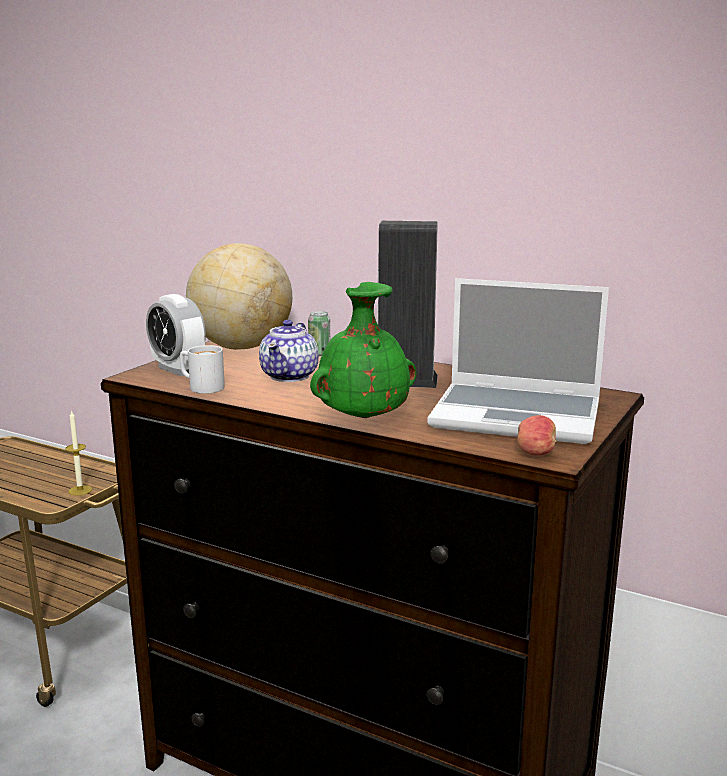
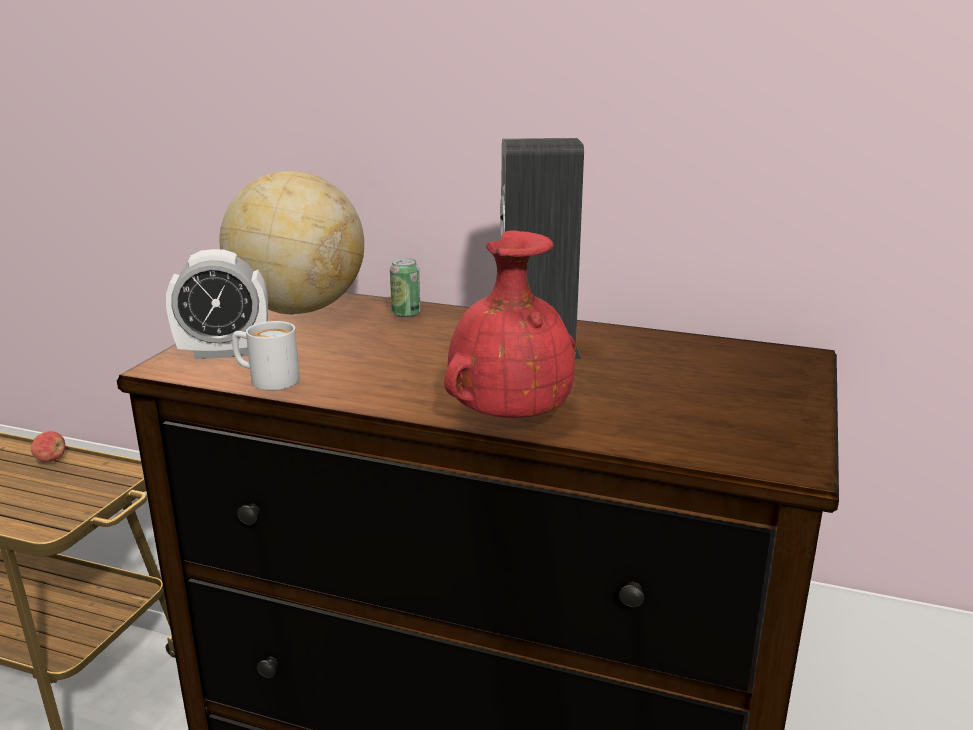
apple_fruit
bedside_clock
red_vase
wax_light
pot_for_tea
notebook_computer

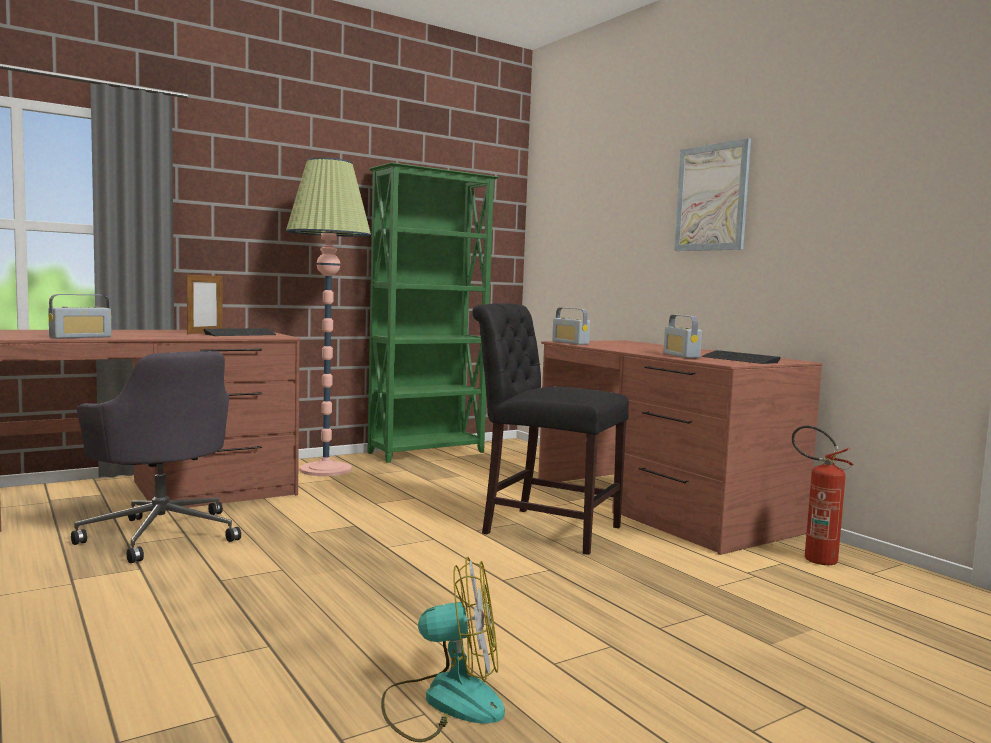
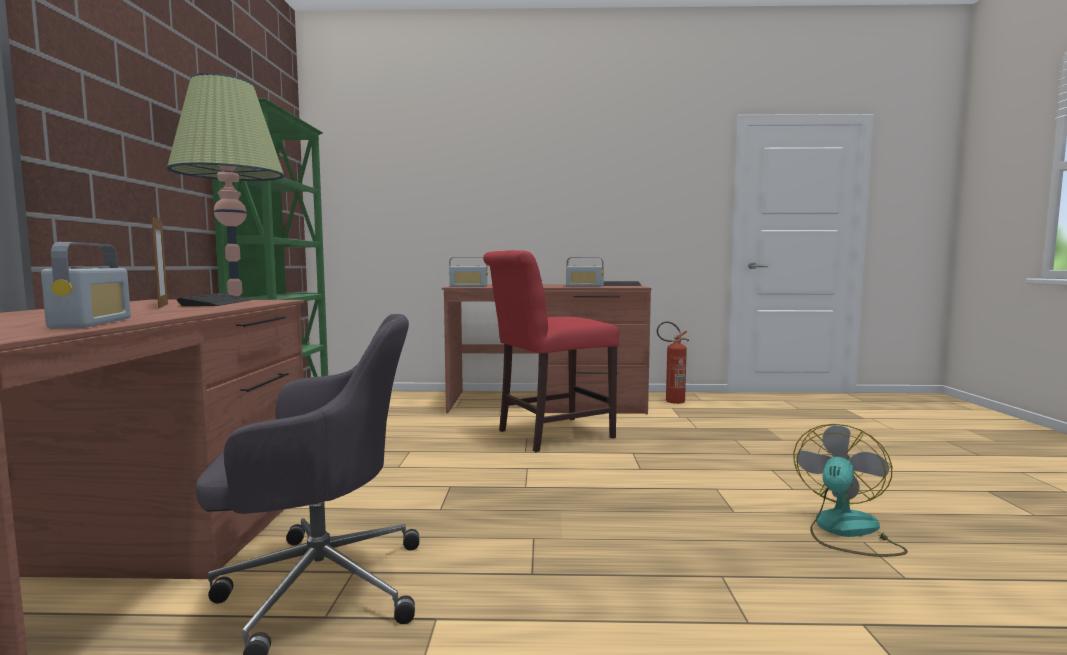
red_chair
wall_art

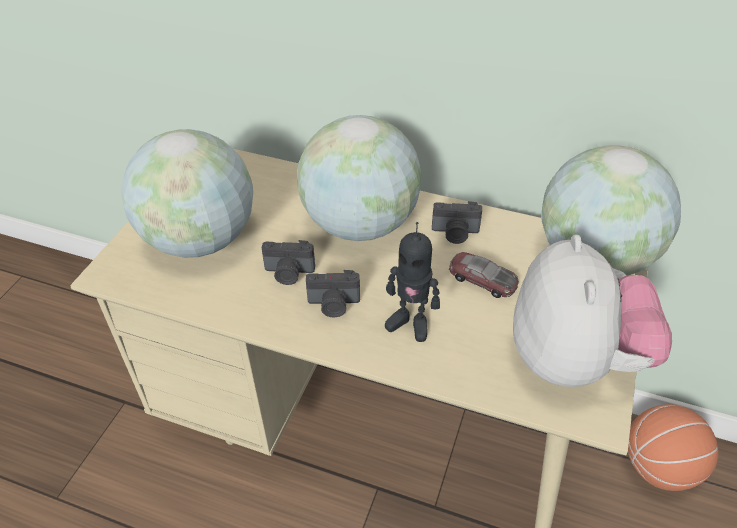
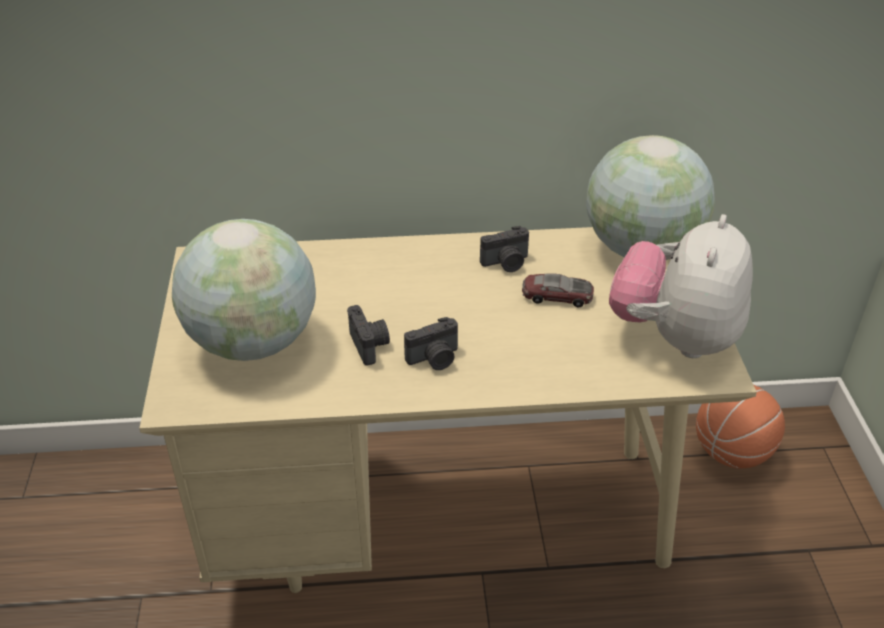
still_camera (no. 1 from left)
cuddly_toy
desk_globe (no. 2 from left in the first image)
toy_robot

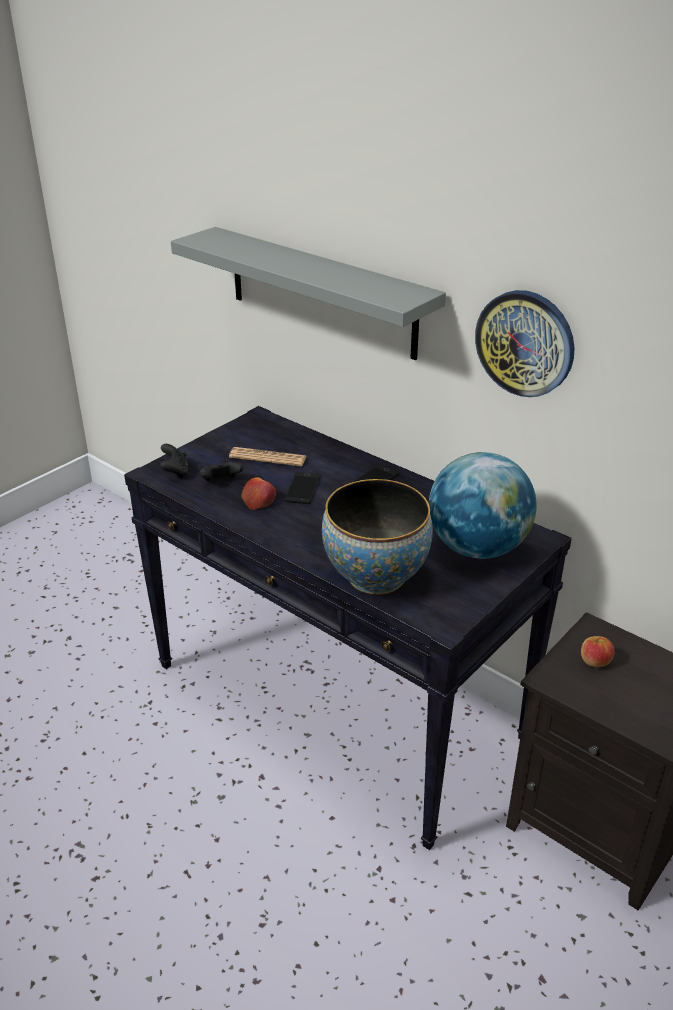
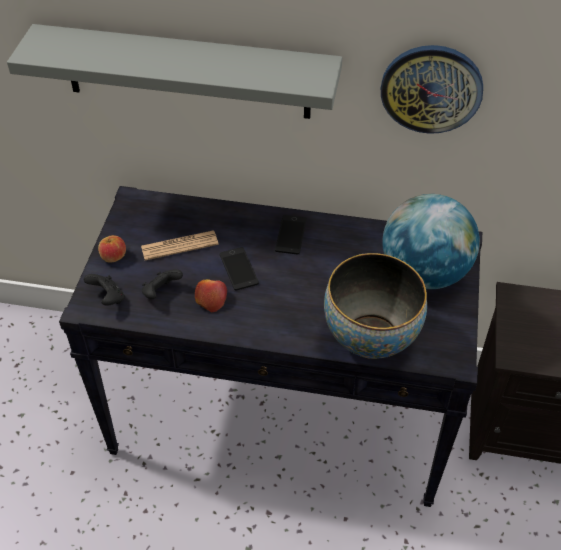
apple_fruit (no. 1 from left)

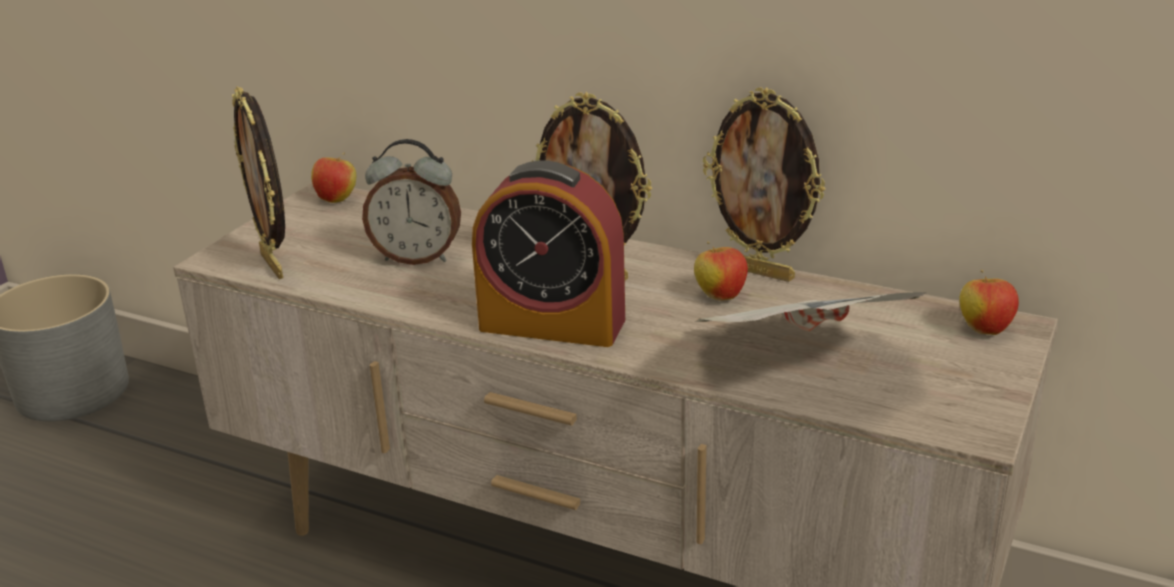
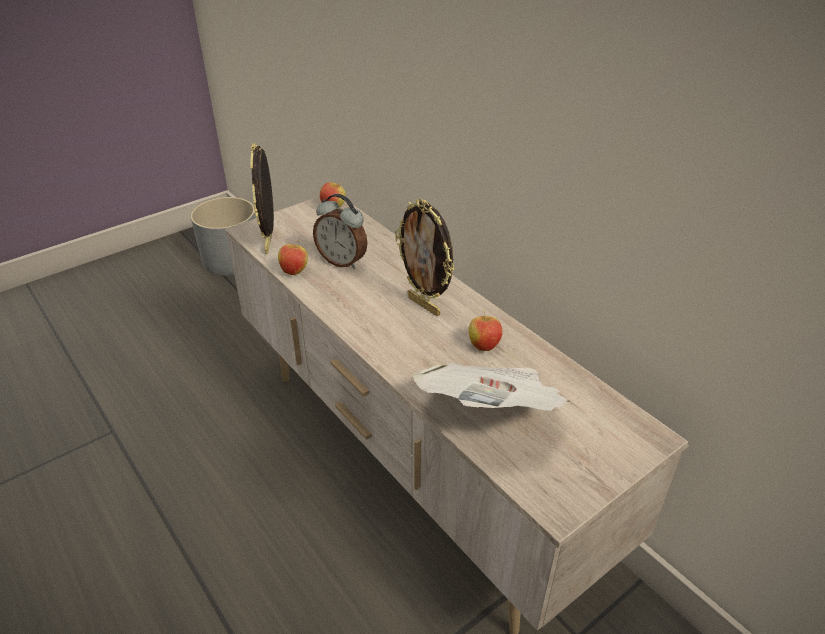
apple_fruit (no. 1 from left)
bedside_clock (no. 2 from left in the first image)
standing_frame (no. 3 from left in the first image)

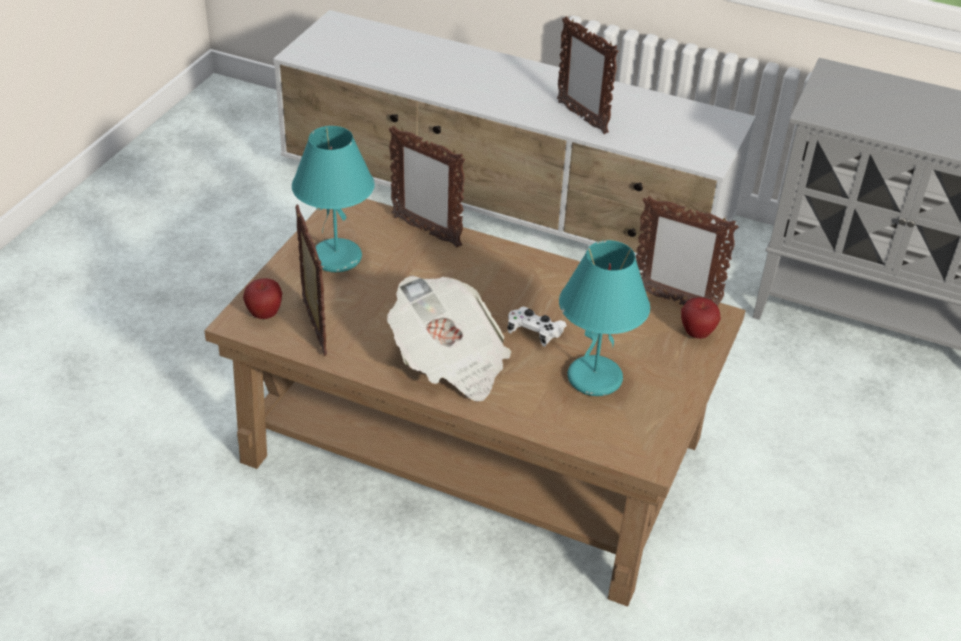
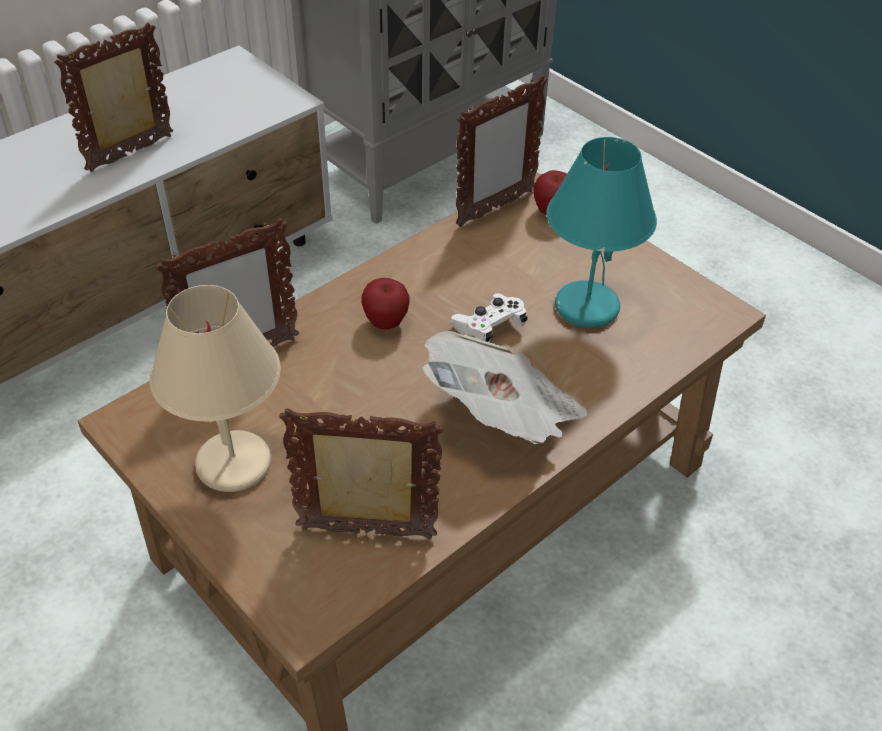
standing_frame (no. 1 from left)
beige-coloured_lamp_for_a_table
apple_fruit (no. 1 from left)

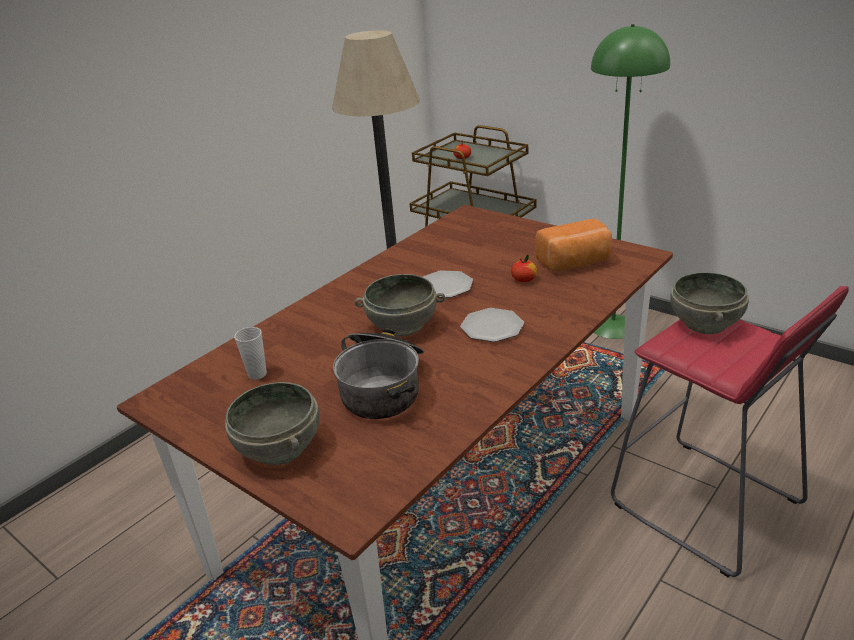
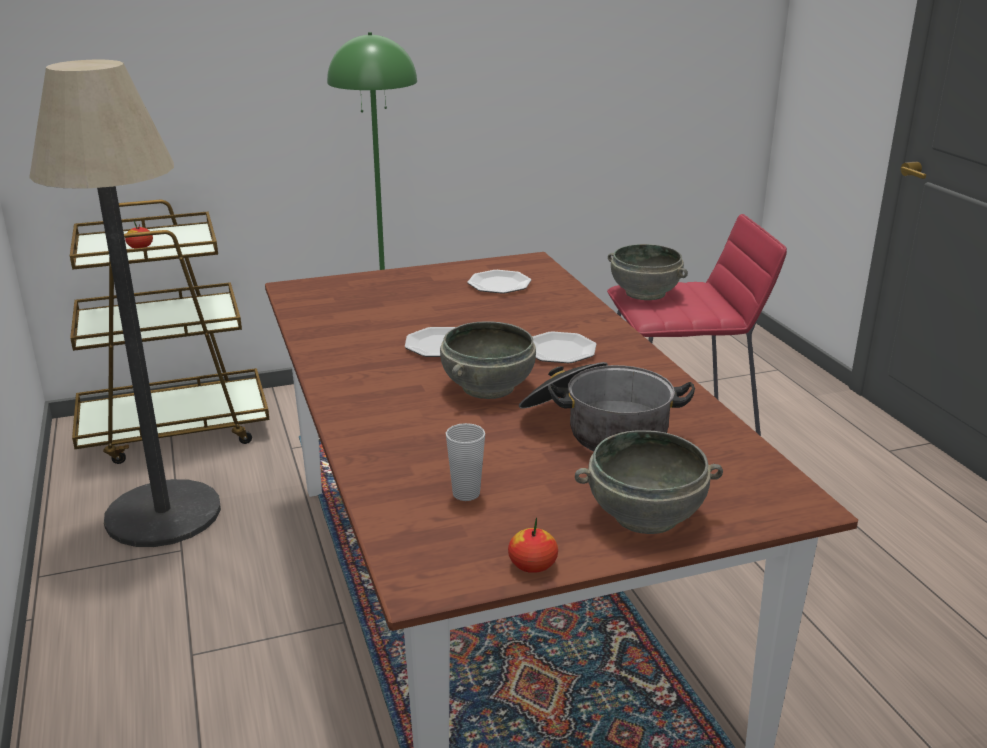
dinner_plate (no. 2 from left)
apple_fruit (no. 2 from left)

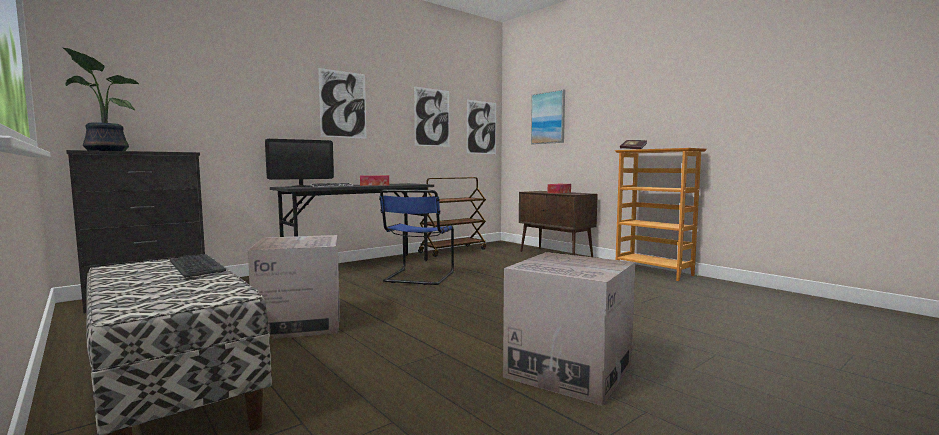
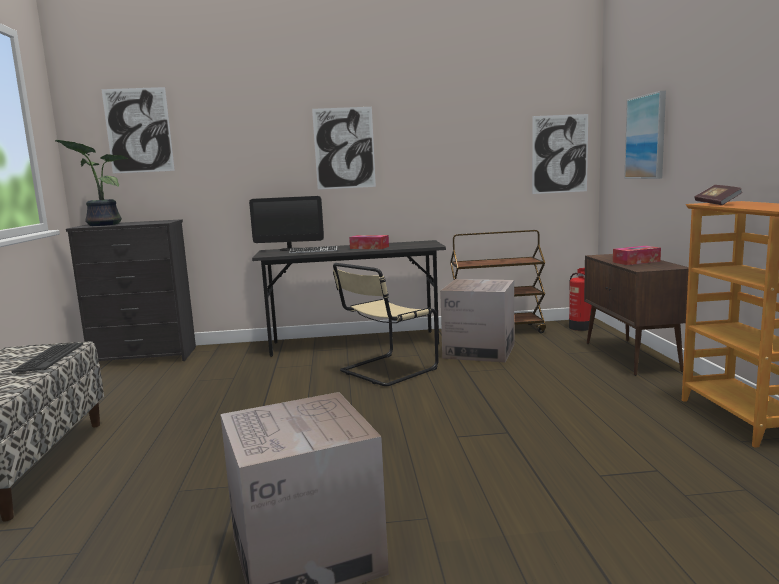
wall_art (no. 1 from left)
beige-coloured_chair
cardboard_box (no. 2 from left)
fire_extinguisher

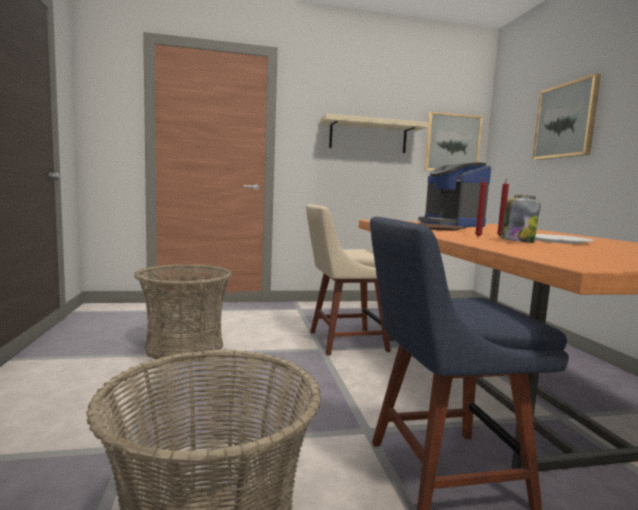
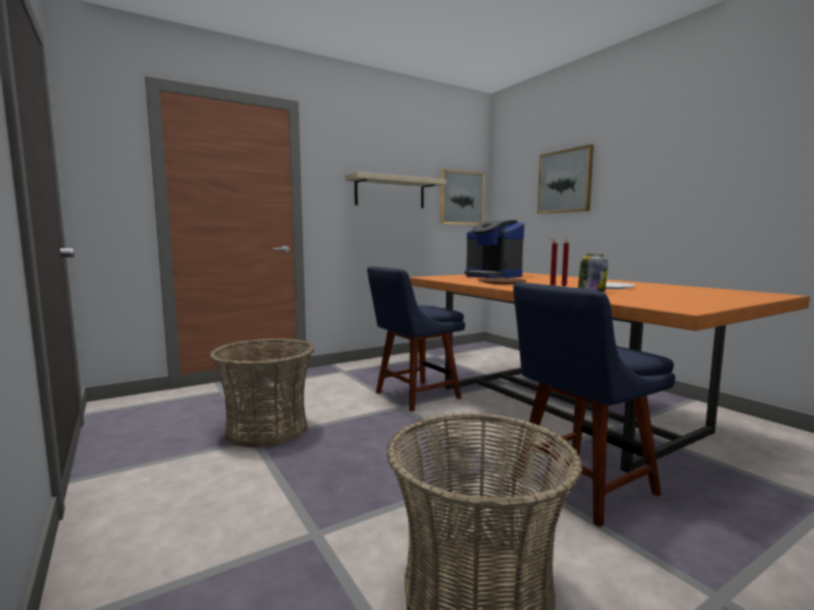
blue_chair (no. 1 from left)

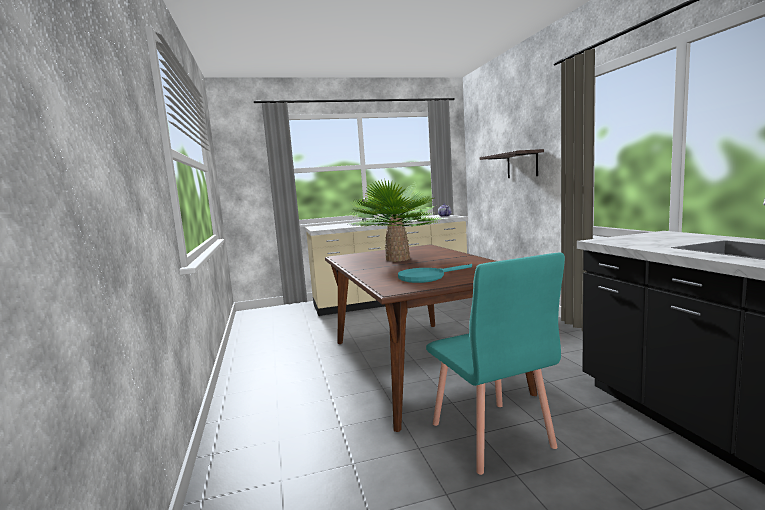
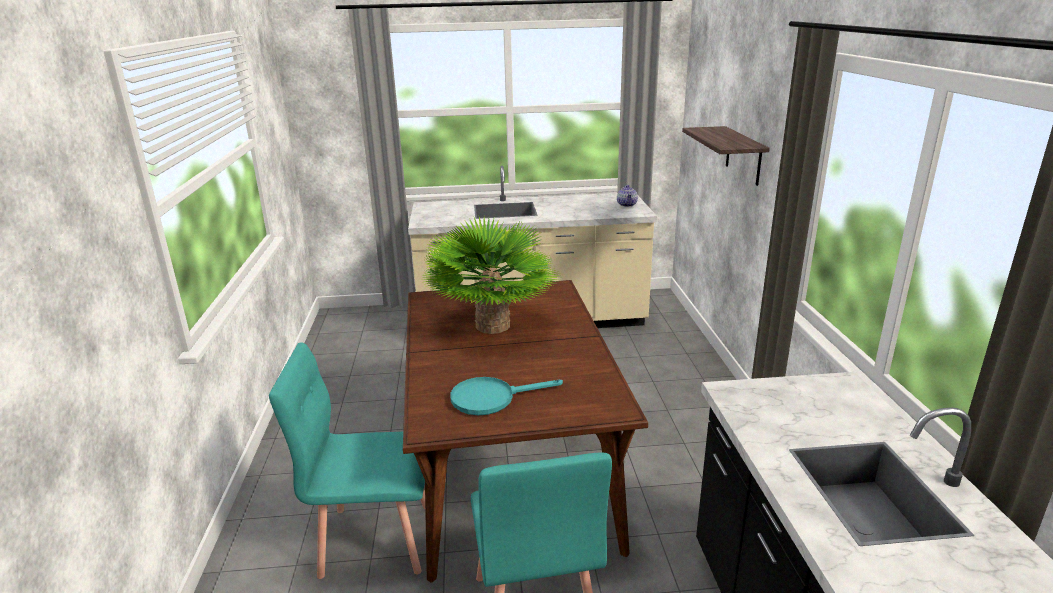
blue-green_chair (no. 1 from left)

